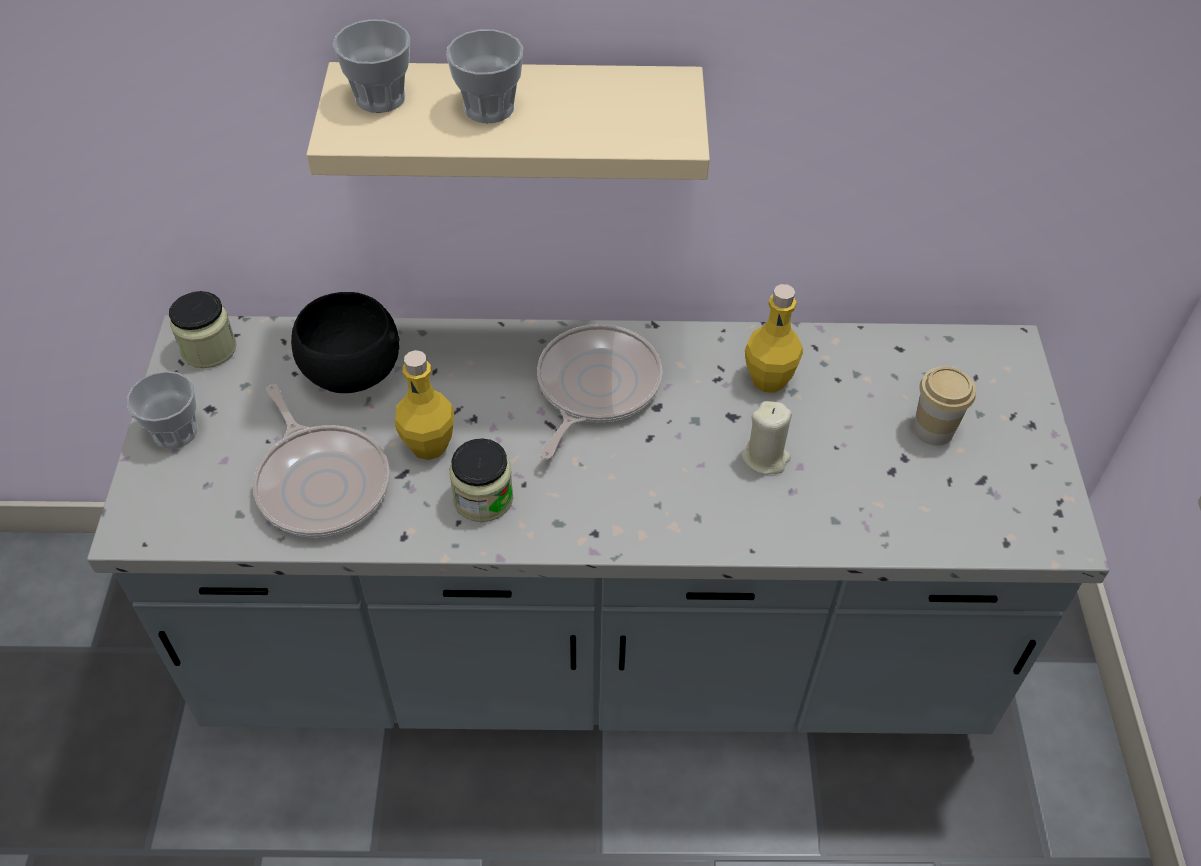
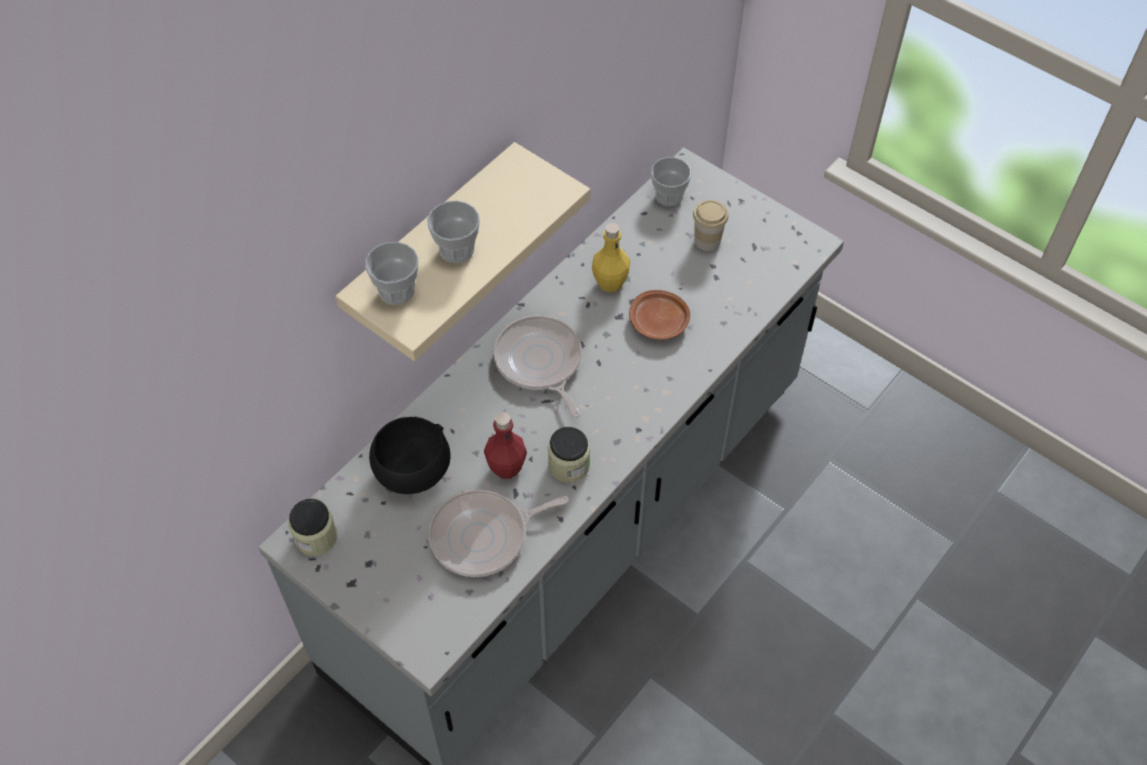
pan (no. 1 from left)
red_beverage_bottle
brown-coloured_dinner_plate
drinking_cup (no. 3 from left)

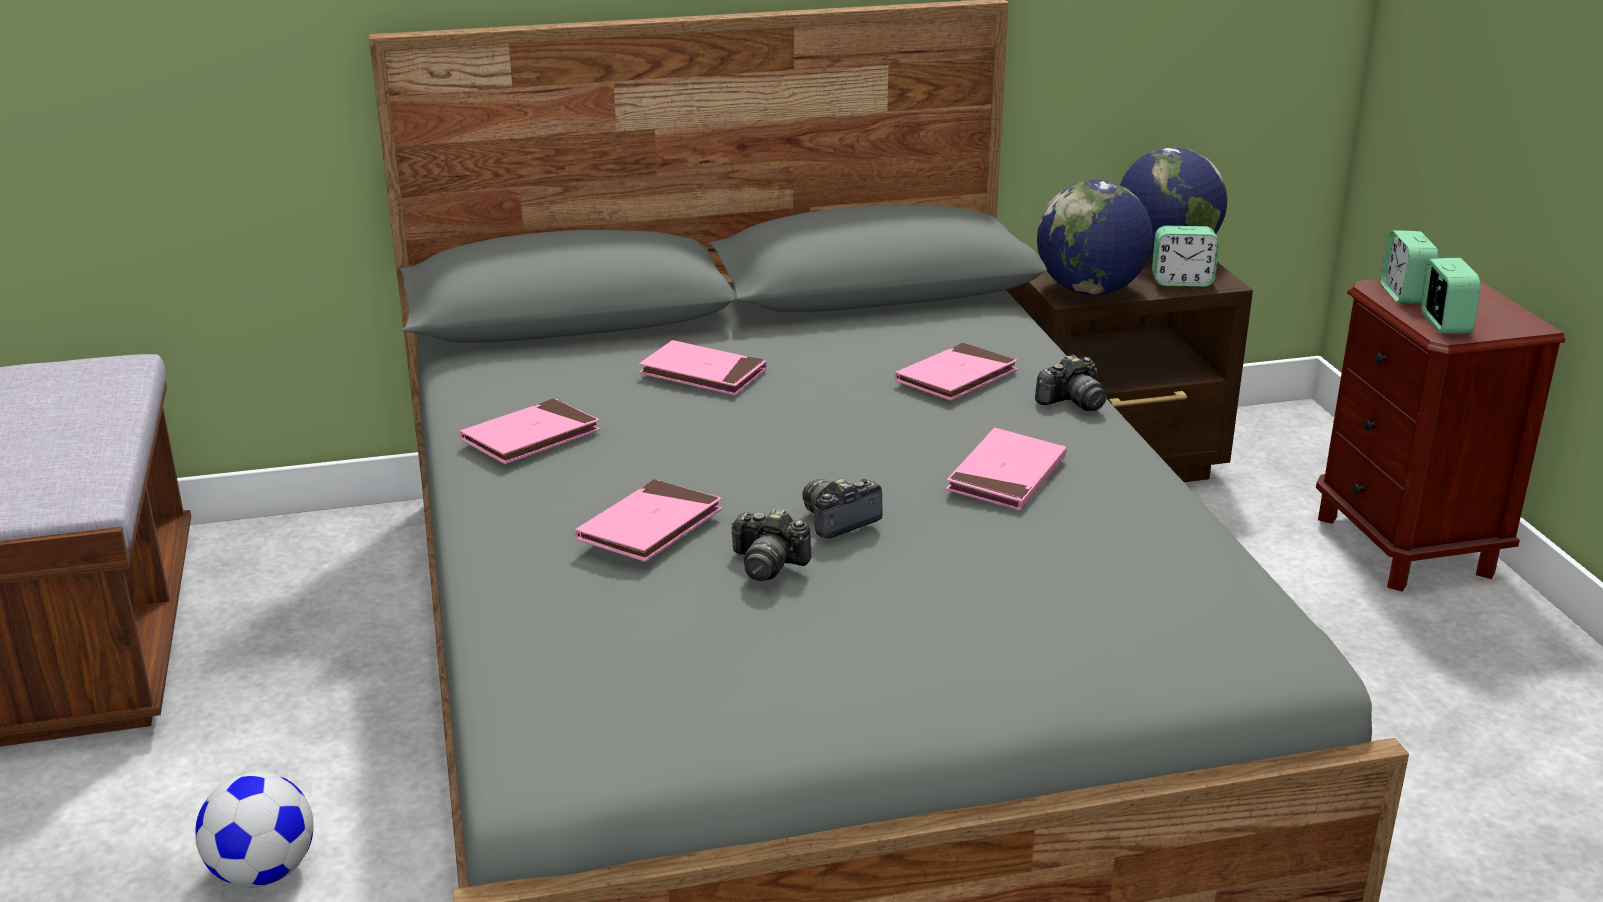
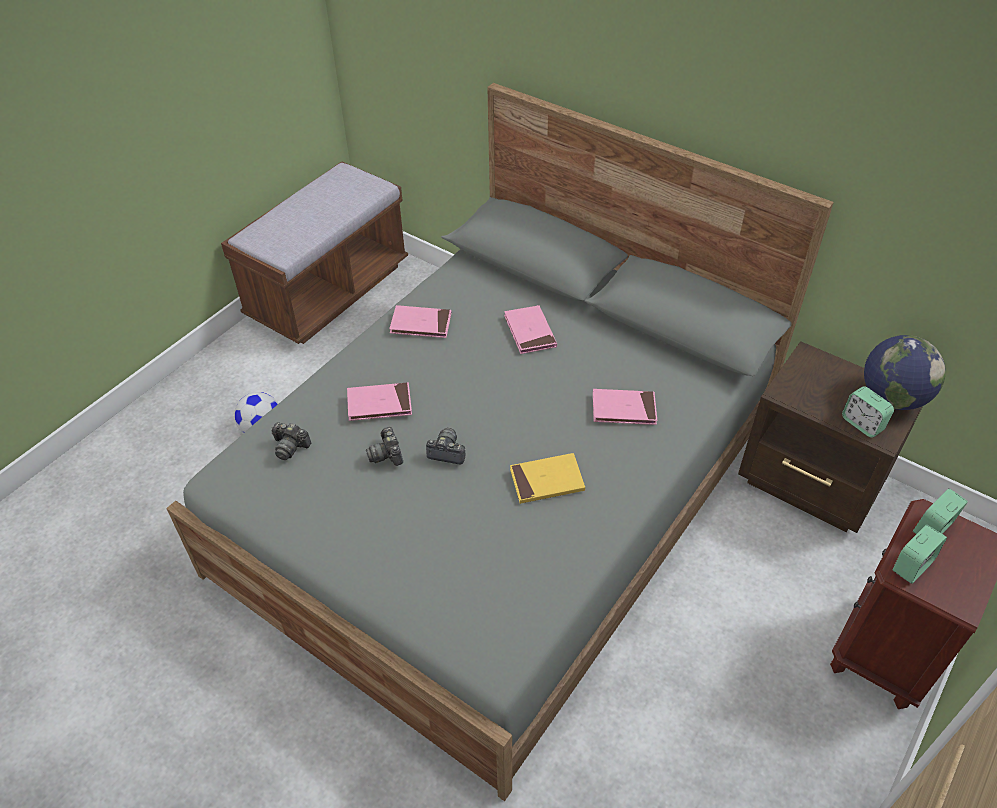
still_camera (no. 1 from left)
yellow-coloured_volume
desk_globe (no. 1 from left in the first image)

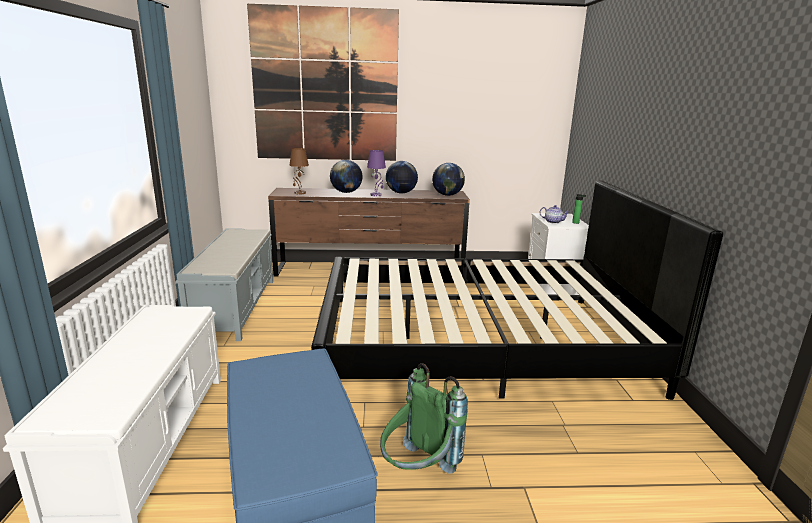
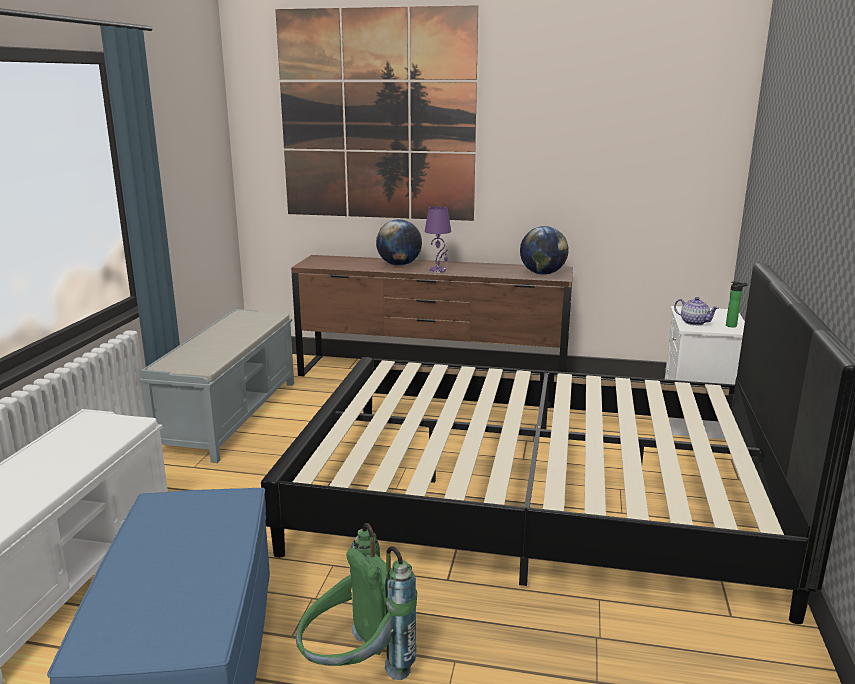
brown-coloured_lamp_for_a_table
desk_globe (no. 2 from left in the first image)

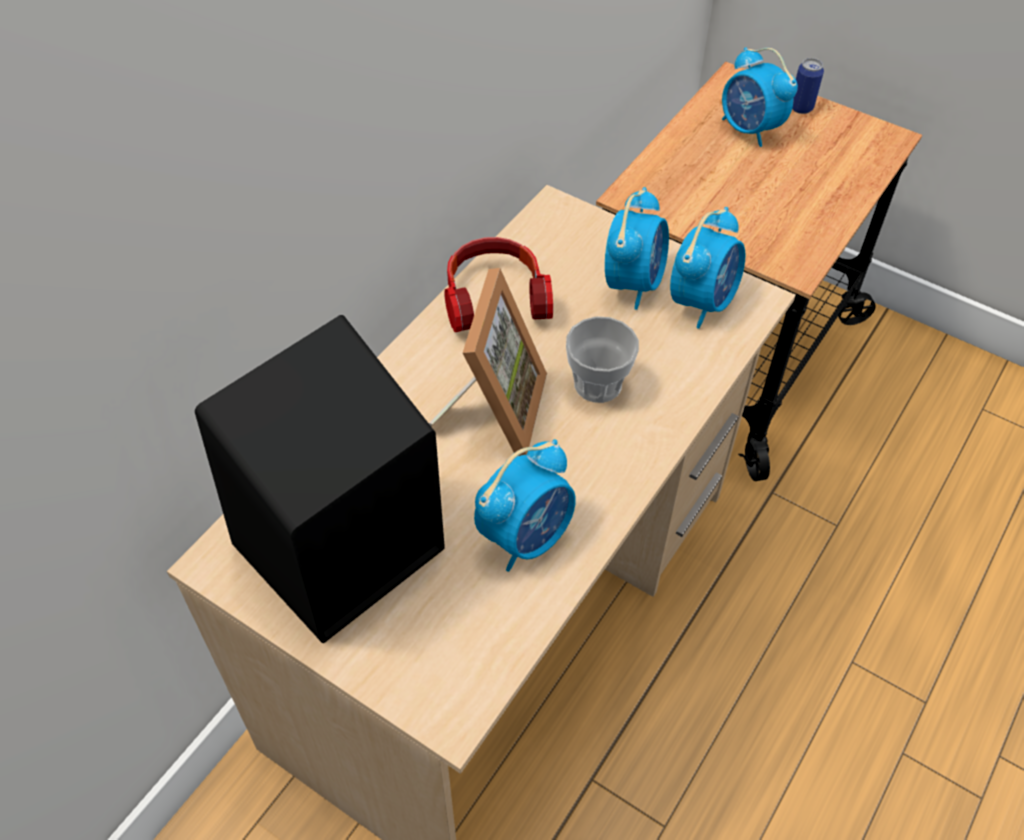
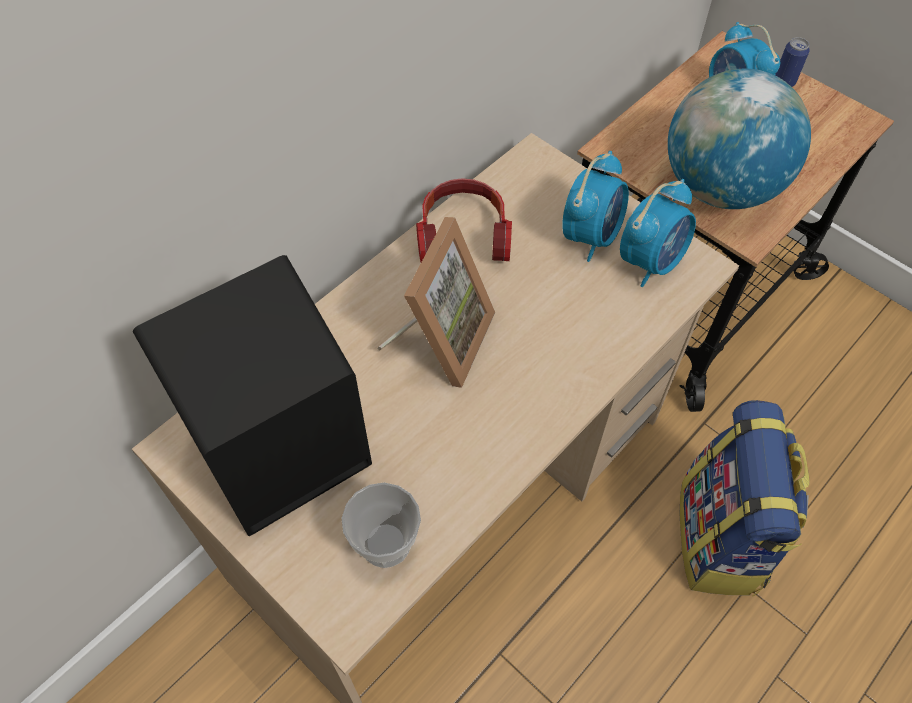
drinking_cup
desk_globe
knapsack
bedside_clock (no. 1 from left in the first image)

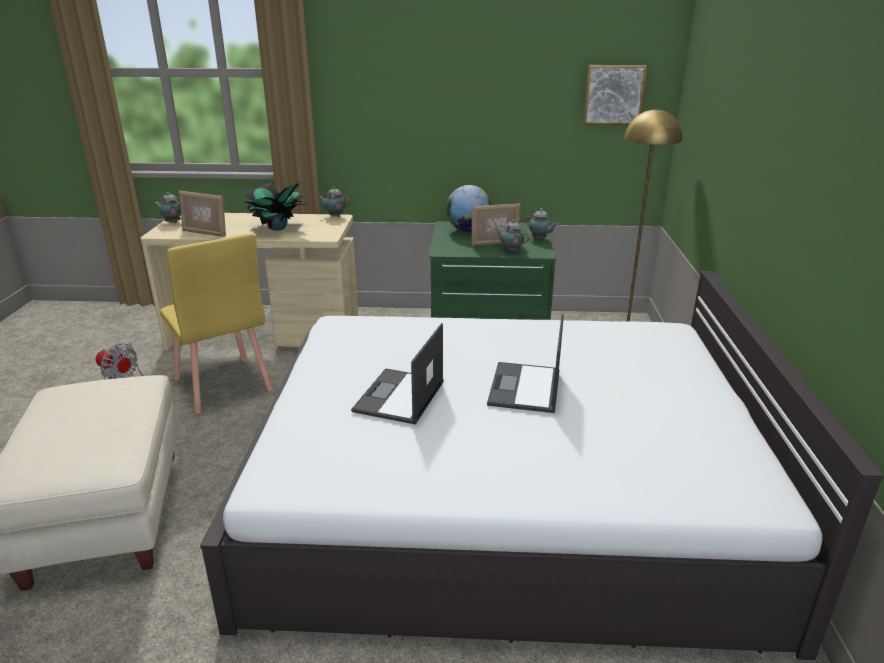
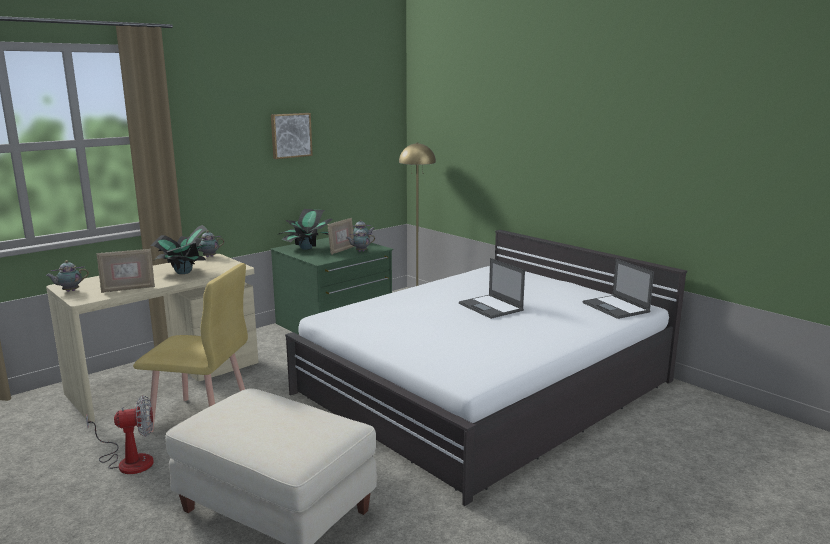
wall_art
potted_plant (no. 2 from left)
notebook_computer (no. 2 from left)

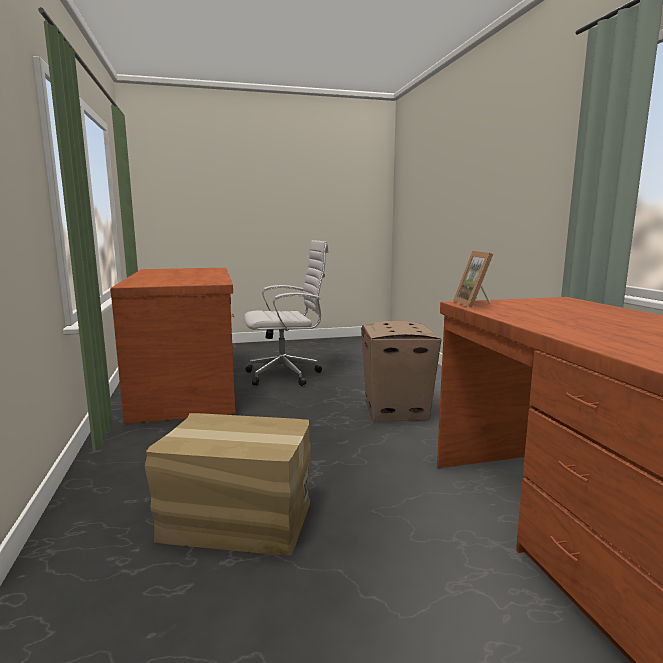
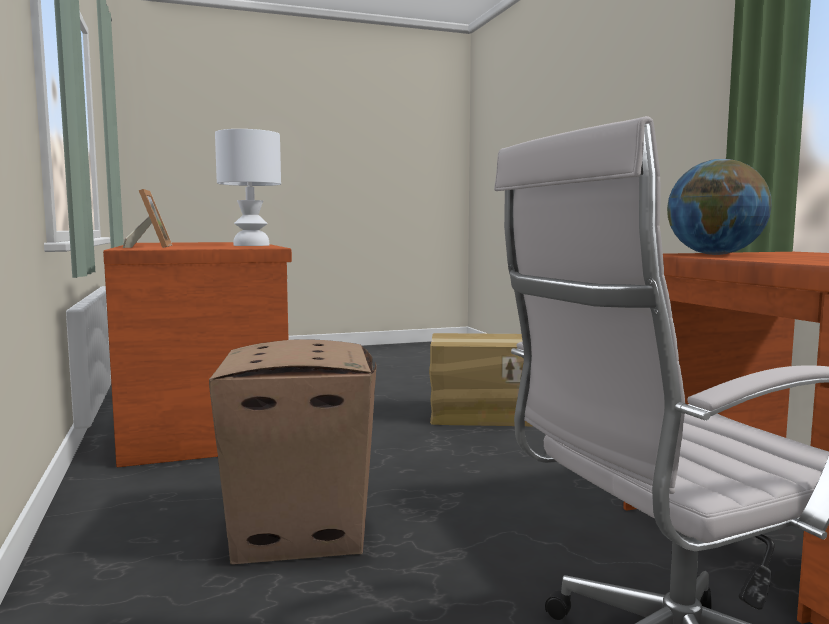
standing_frame
white_lamp_for_a_table
desk_globe

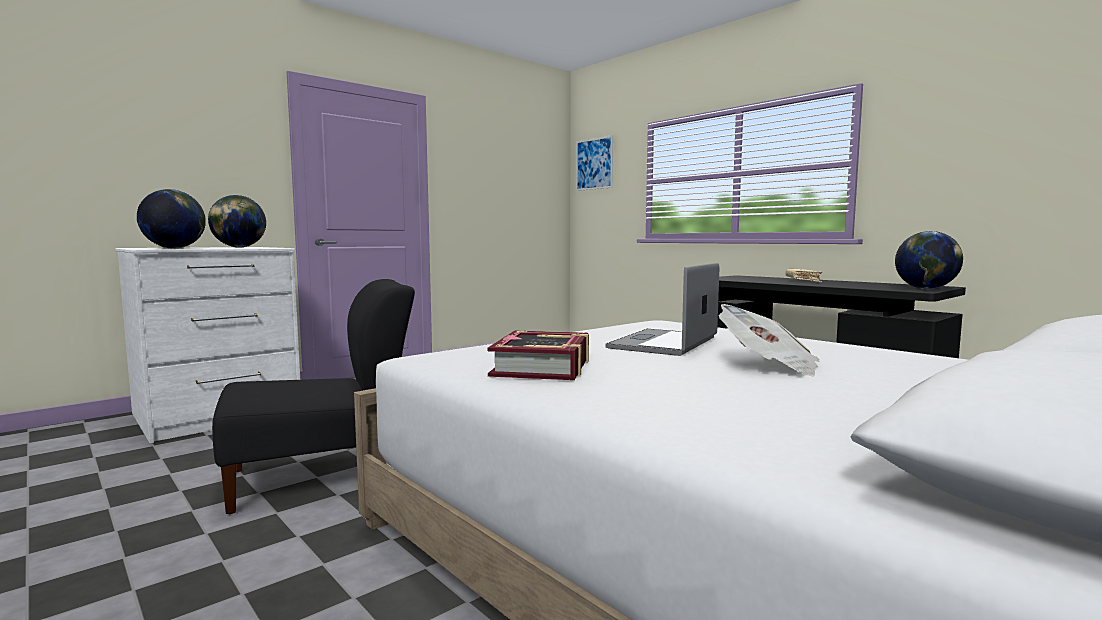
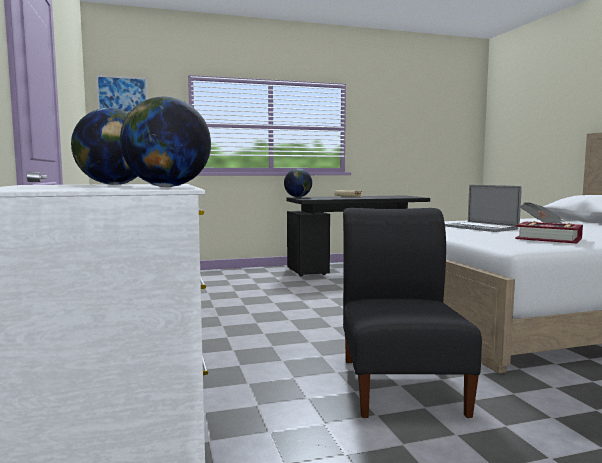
desk_globe (no. 3 from left)

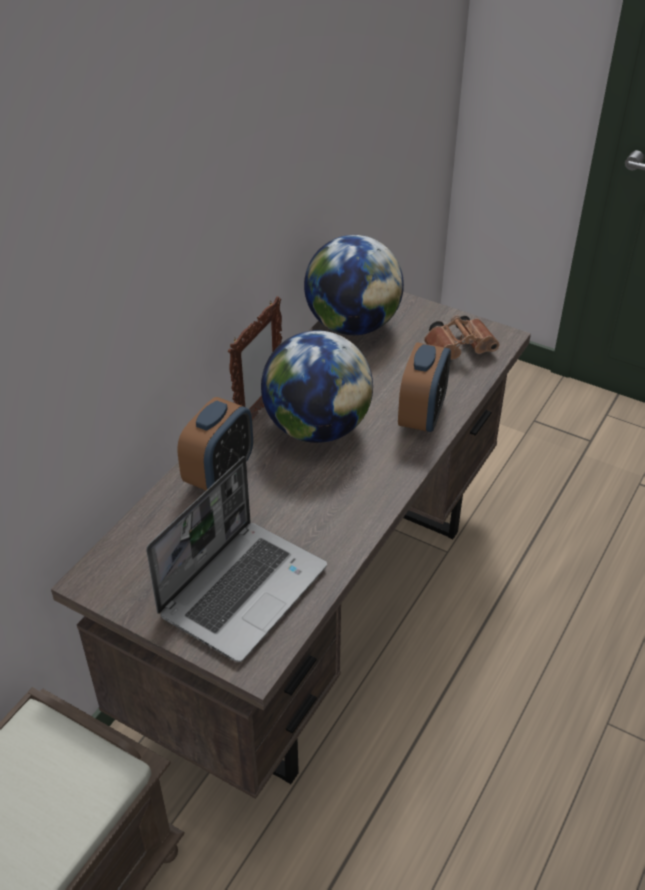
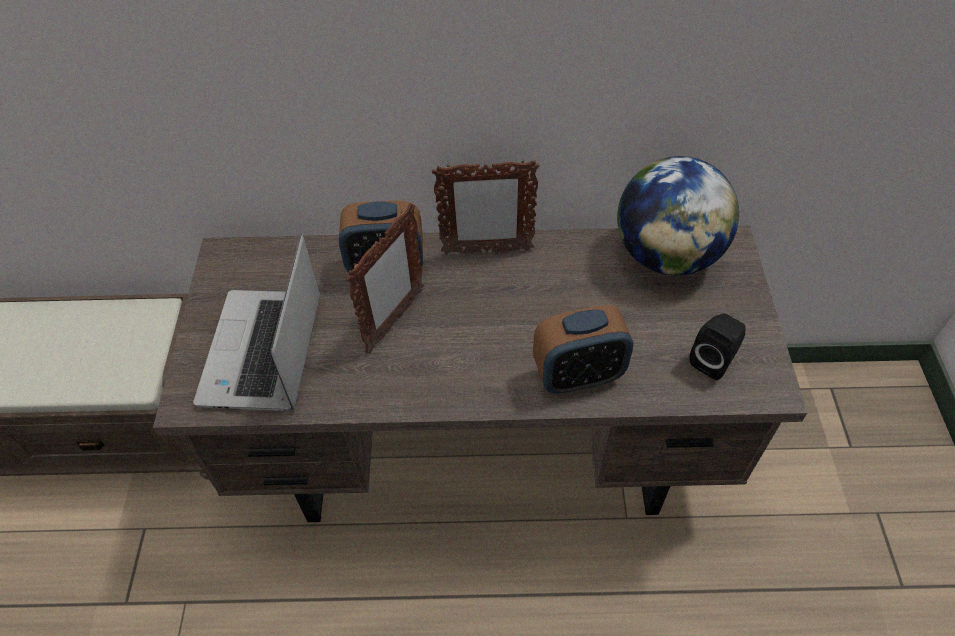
notebook_computer
standing_frame (no. 1 from left)
black-coloured_loudspeaker
desk_globe (no. 1 from left in the first image)

